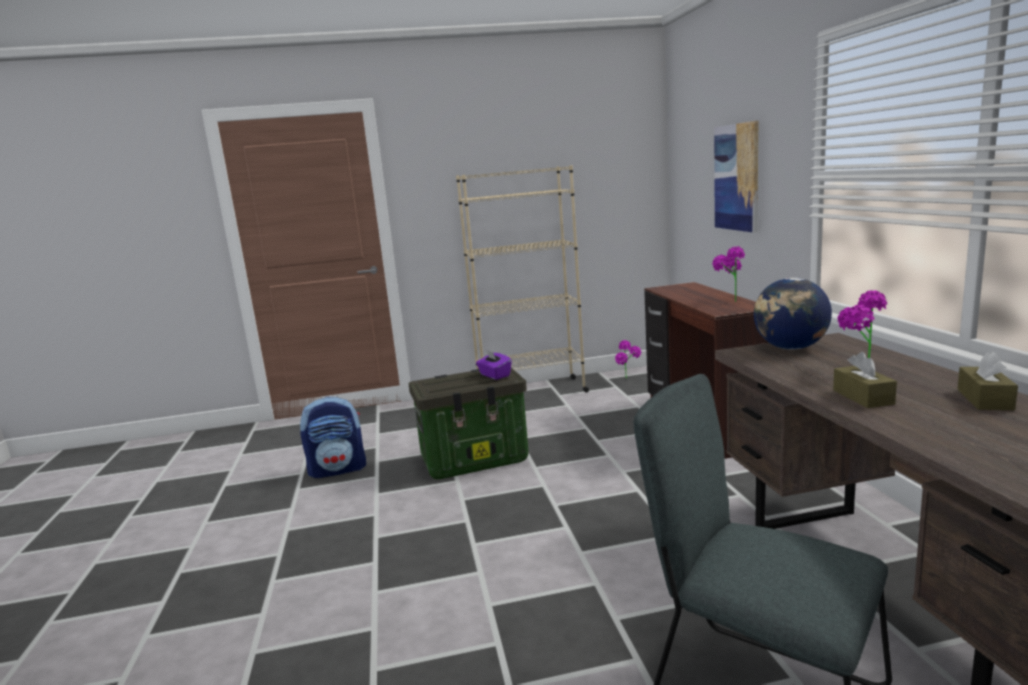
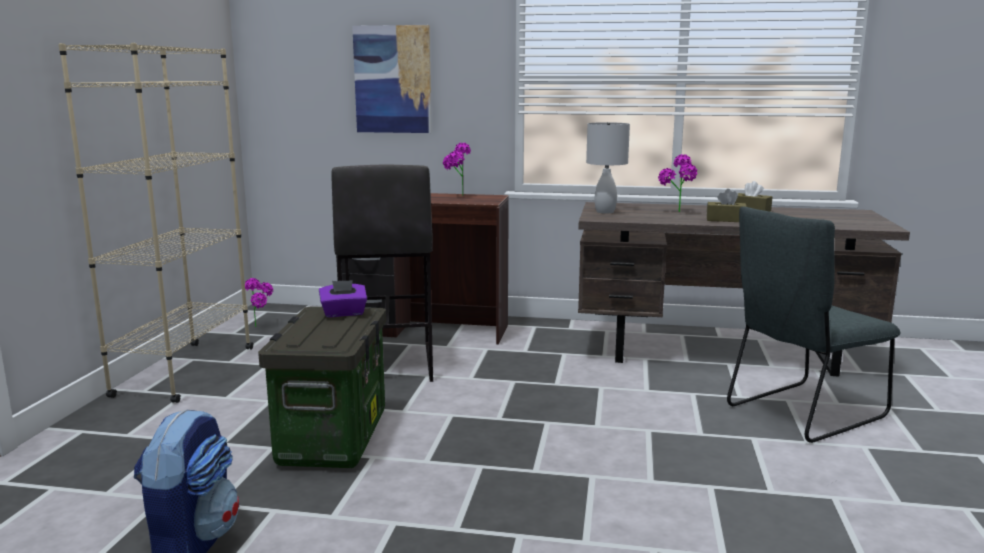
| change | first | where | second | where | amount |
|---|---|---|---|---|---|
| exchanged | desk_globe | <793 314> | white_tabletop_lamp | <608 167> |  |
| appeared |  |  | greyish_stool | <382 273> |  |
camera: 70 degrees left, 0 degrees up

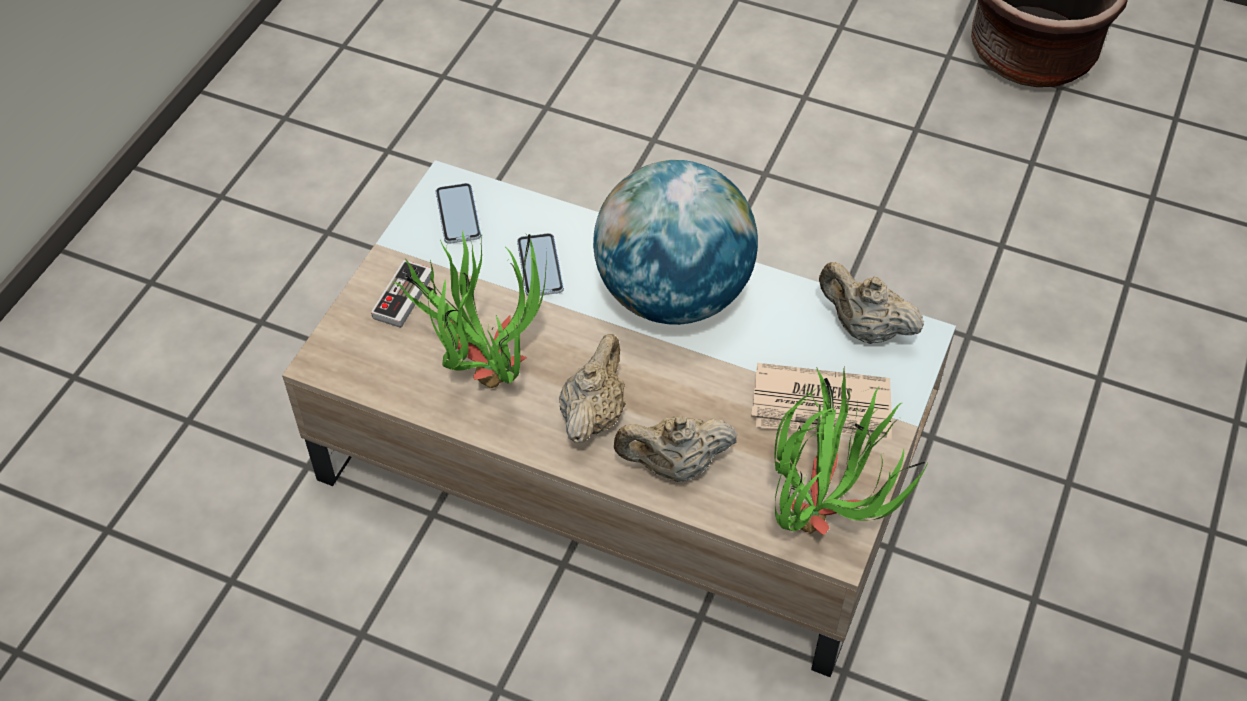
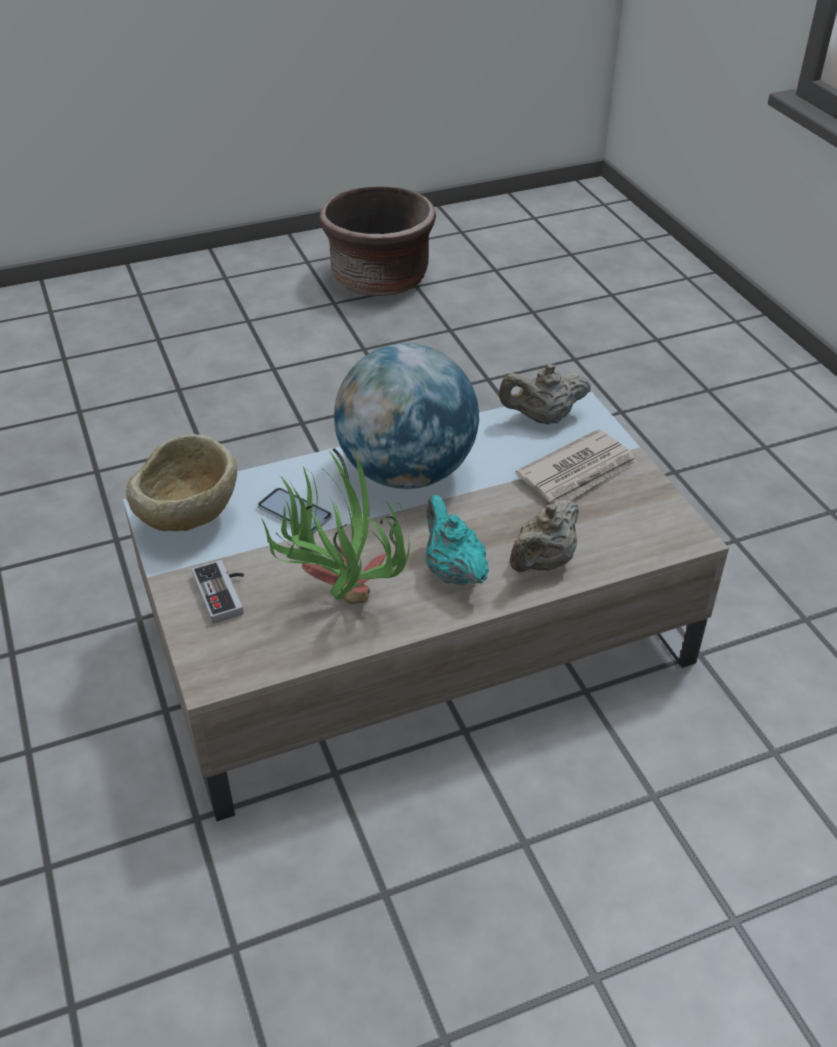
| change | first | where | second | where | amount |
|---|---|---|---|---|---|
| exchanged | telephone | <458 213> | sand-coloured_serving_bowl | <181 482> |  |
| colour | sand-coloured_pot_for_tea | <592 388> | turquoise-coloured_pot_for_tea | <457 540> |  |
| missing | houseplant | <851 450> |  |  |  |
camera: 45 degrees left, 10 degrees down

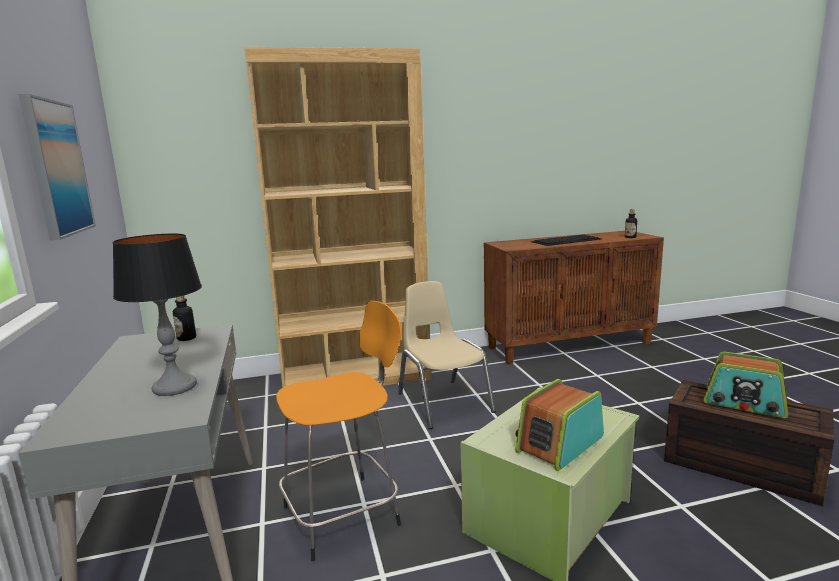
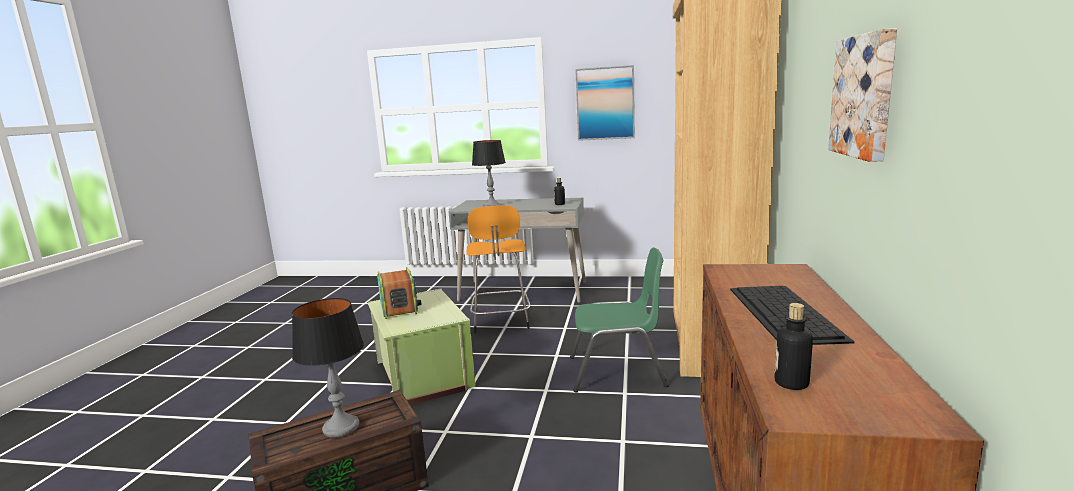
| change | first | where | second | where | amount |
|---|---|---|---|---|---|
| colour | sand-coloured_upright_chair | <447 355> | green_upright_chair | <619 320> |  |
| exchanged | radio_receiver | <745 385> | tabletop_lamp | <328 368> |  |
| appeared |  |  | wall_art | <862 95> |  |
camera: 115 degrees right, 0 degrees up

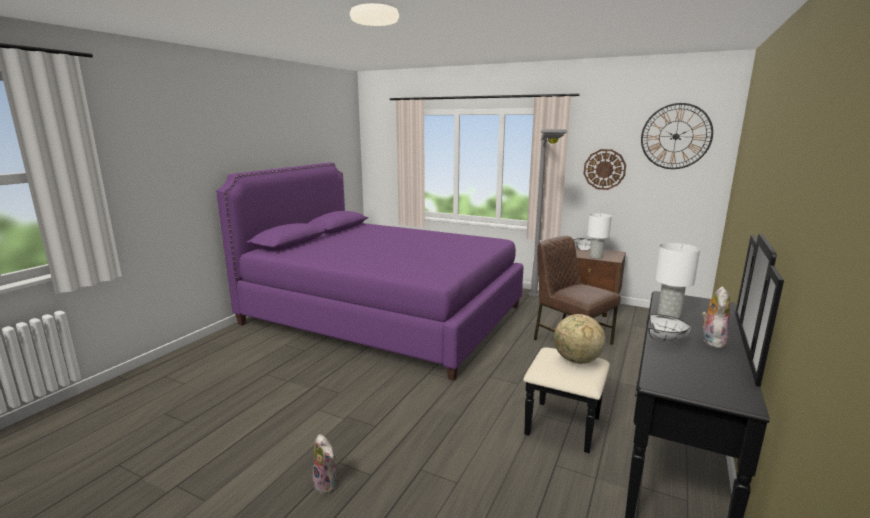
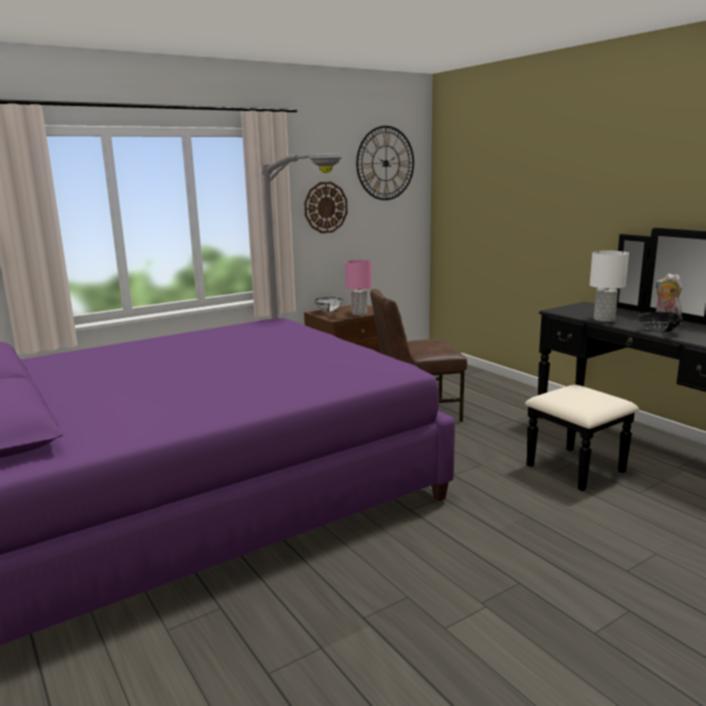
| change | first | where | second | where | amount |
|---|---|---|---|---|---|
| missing | soft_toy | <325 464> |  |  |  |
| missing | desk_globe | <580 339> |  |  |  |
| colour | white_tabletop_lamp | <599 236> | pink-coloured_tabletop_lamp | <358 287> |  |
| colour | white_serving_bowl | <669 328> | blackish_serving_bowl | <661 322> |  |
camera: 60 degrees left, 0 degrees up

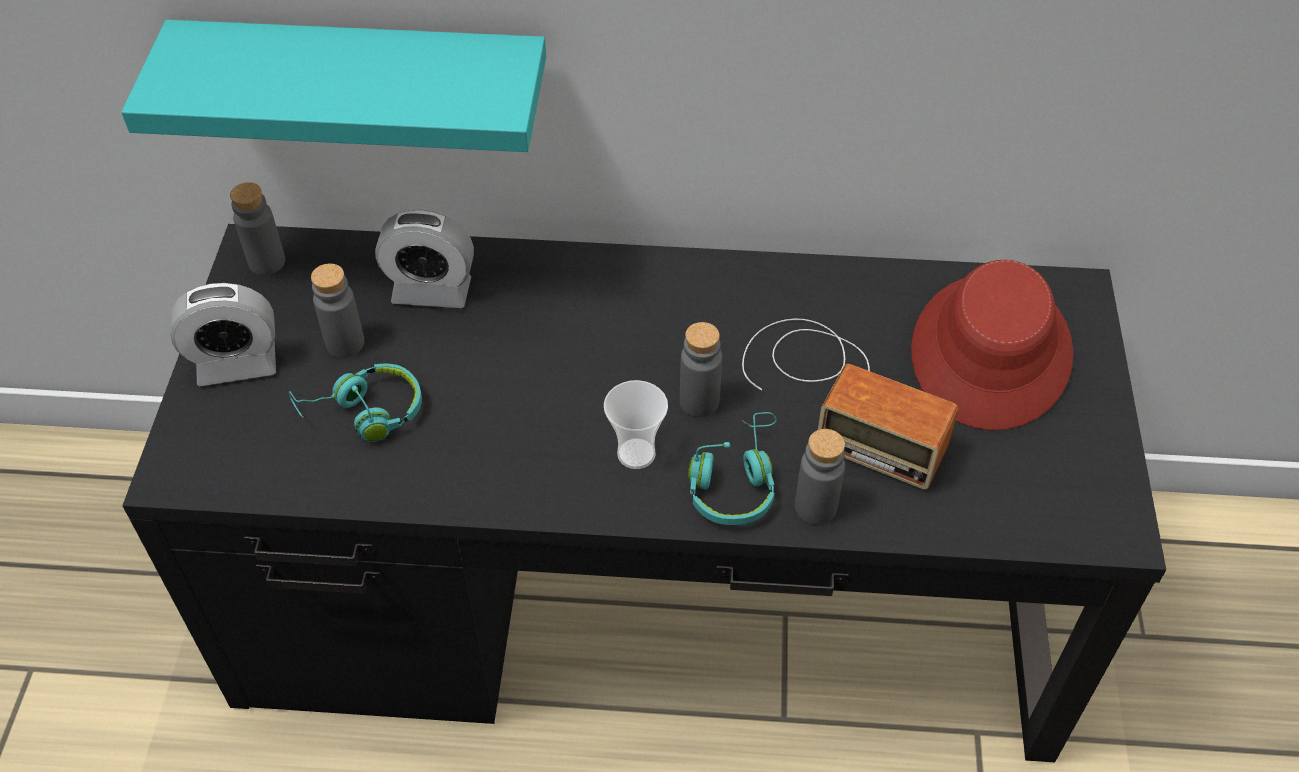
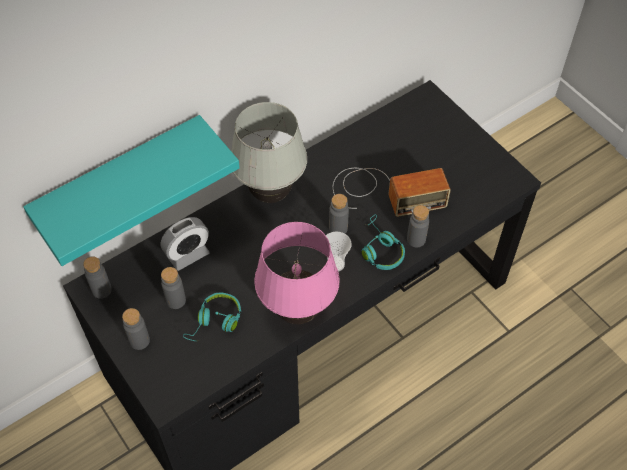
| change | first | where | second | where | amount |
|---|---|---|---|---|---|
| exchanged | alarm_clock | <223 334> | greyish_drink_bottle | <136 329> |  |
| missing | red-coloured_wearable_hat | <992 345> |  |  |  |
| appeared |  |  | white_tabletop_lamp | <269 152> |  |
| appeared |  |  | pink-coloured_tabletop_lamp | <297 273> |  |
camera: 40 degrees left, 5 degrees up

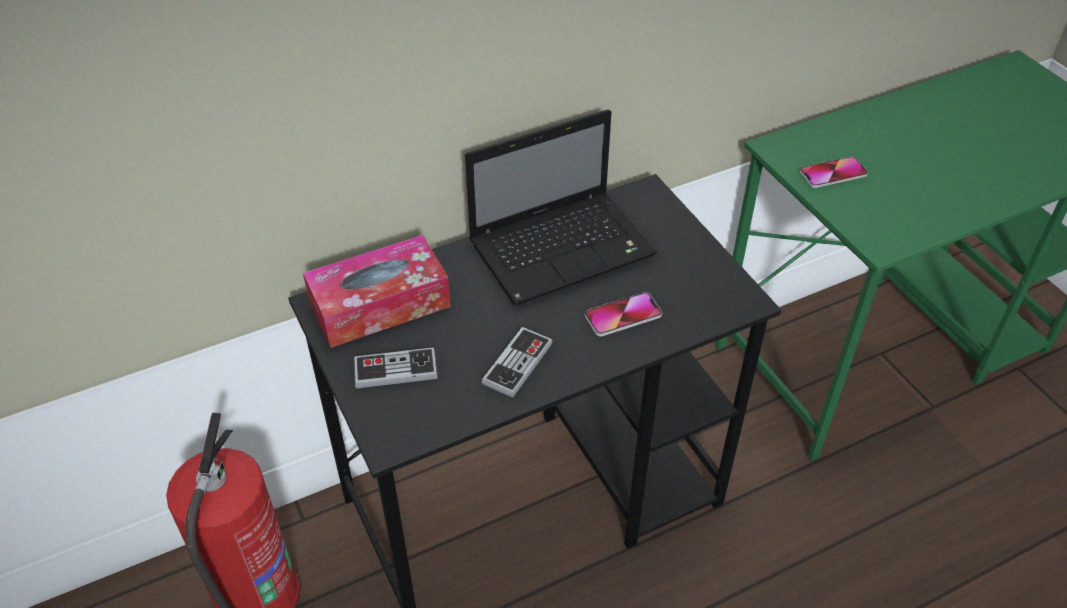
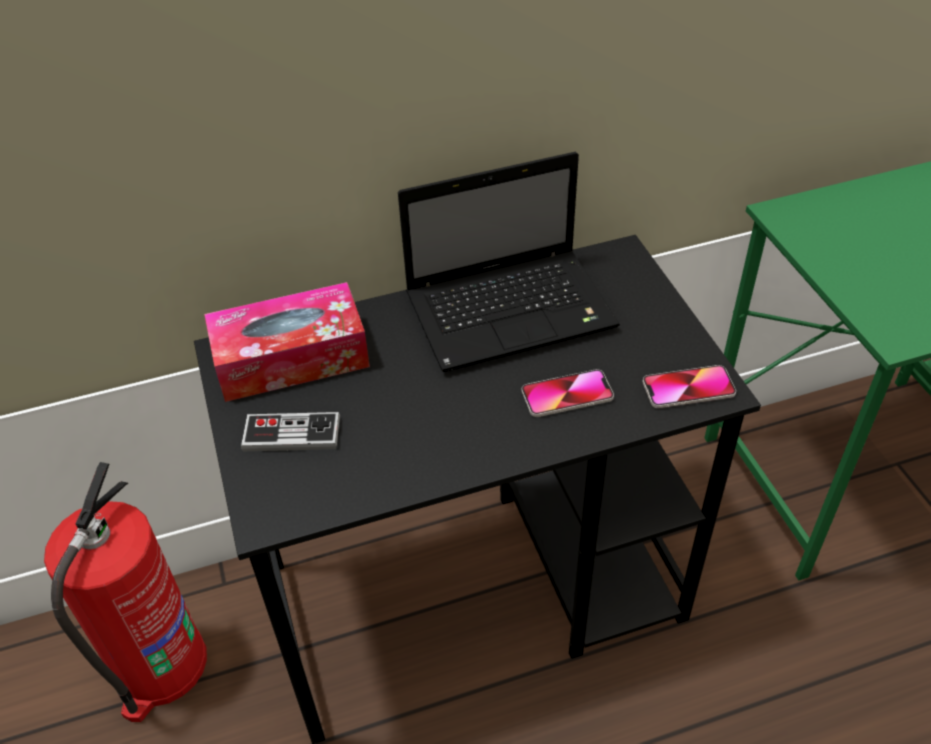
| change | first | where | second | where | amount |
|---|---|---|---|---|---|
| missing | gamepad | <517 362> |  |  |  |
| relocated | telephone | <833 172> |  | <689 386> |  |
camera: 10 degrees right, 0 degrees up

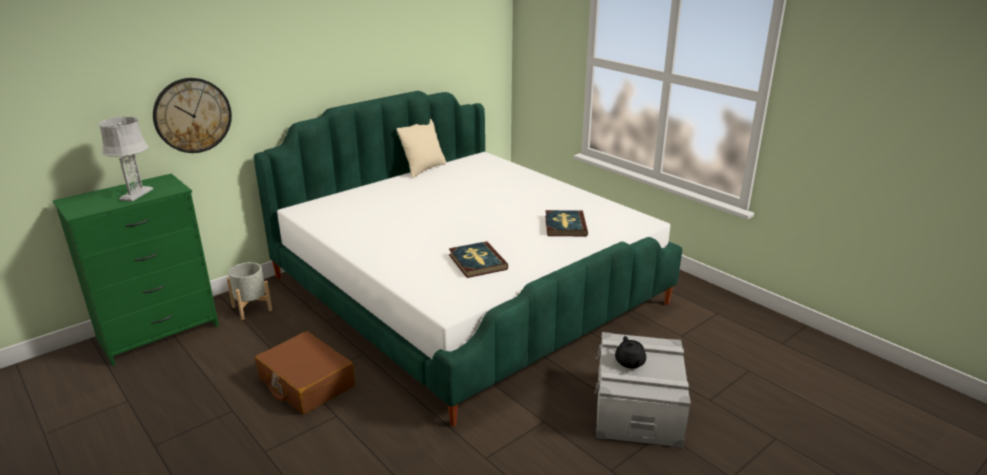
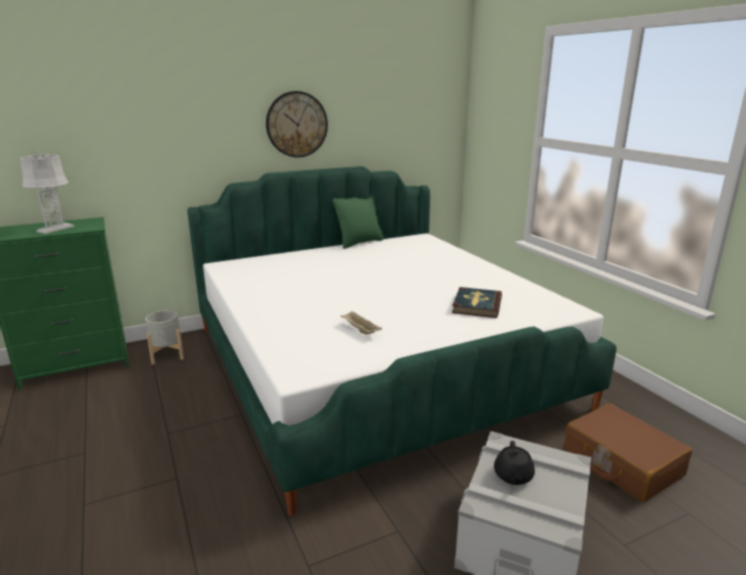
| change | first | where | second | where | amount |
|---|---|---|---|---|---|
| relocated | clock_on_the_wall | <192 115> |  | <297 124> |  |
| relocated | brown-coloured_piece_of_luggage | <305 373> |  | <628 452> |  |
| colour | sand-coloured_pillow | <421 148> | green_pillow | <358 221> |  |
| exchanged | volume | <478 259> | sand-coloured_serving_tray | <361 322> |  |
camera: 15 degrees right, 5 degrees down

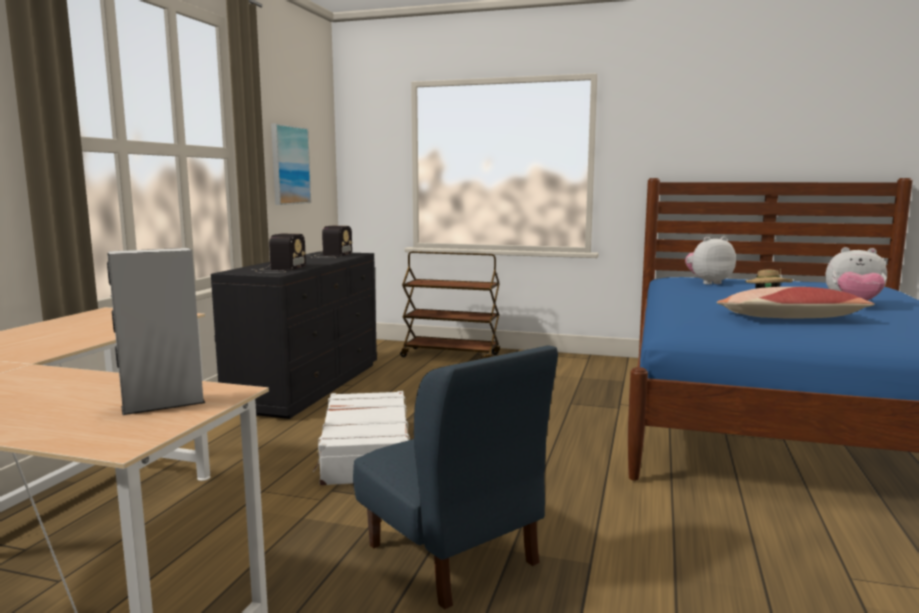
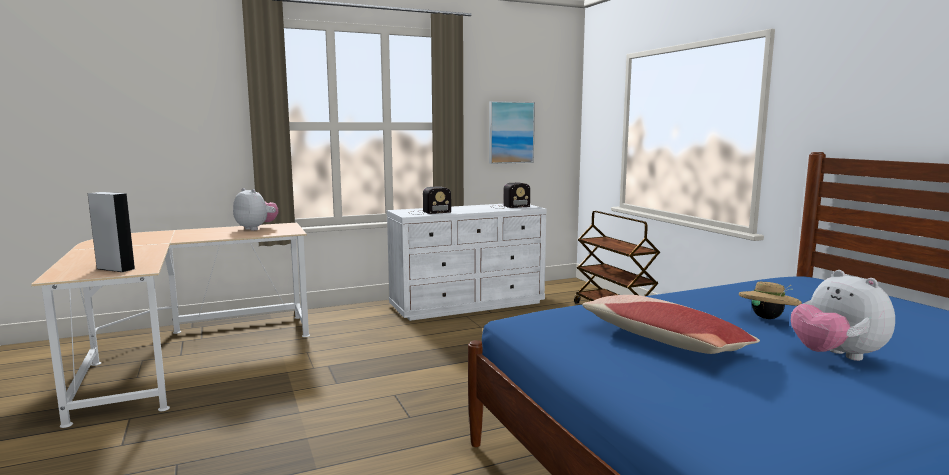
| change | first | where | second | where | amount |
|---|---|---|---|---|---|
| colour | blackish_chest_of_drawers | <294 335> | white_chest_of_drawers | <467 262> |  |
| missing | white_piece_of_luggage | <361 438> |  |  |  |
| missing | blue_upright_chair | <455 477> |  |  |  |
| relocated | soft_toy | <710 261> |  | <256 209> |  |
camera: 50 degrees right, 0 degrees up

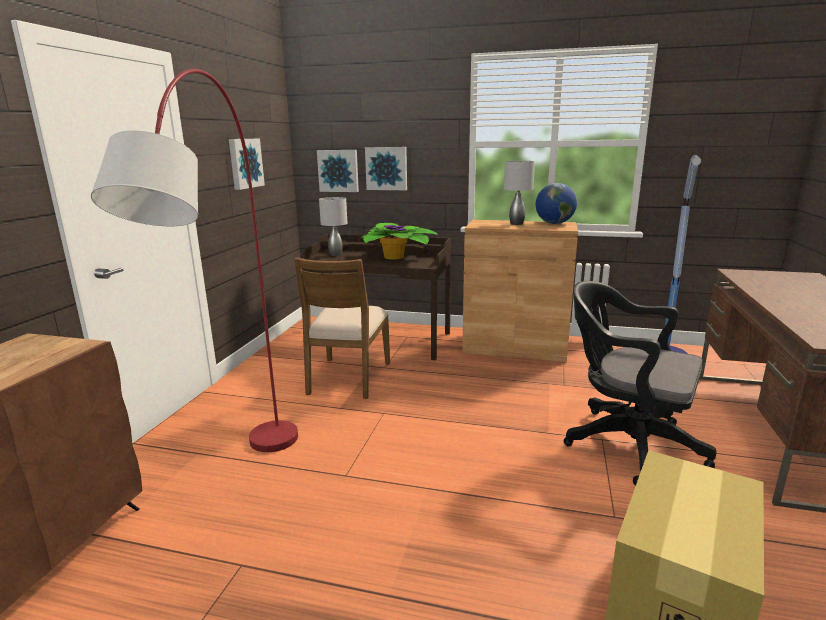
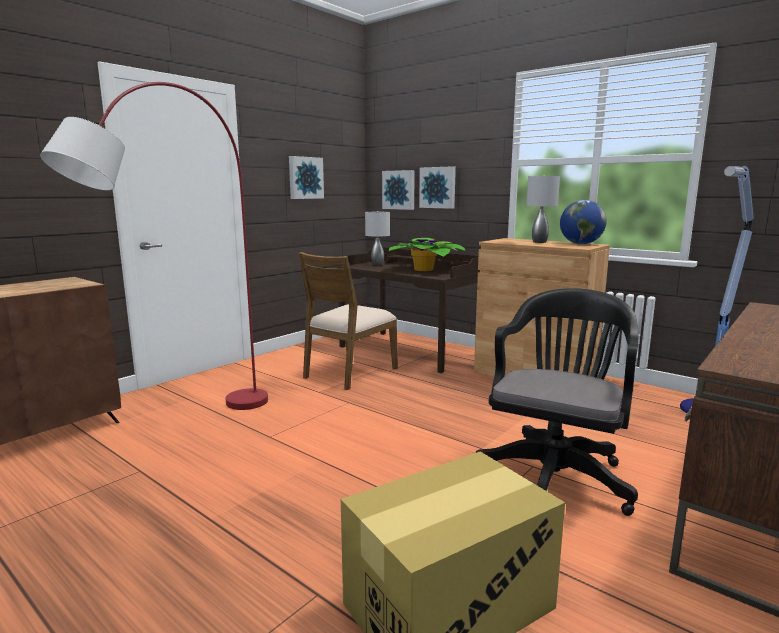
| change | first | where | second | where | amount |
|---|---|---|---|---|---|
| spun | blackish_computer_chair | <640 383> |  | <556 402> | 60 degrees clockwise |
camera: 25 degrees right, 5 degrees down

